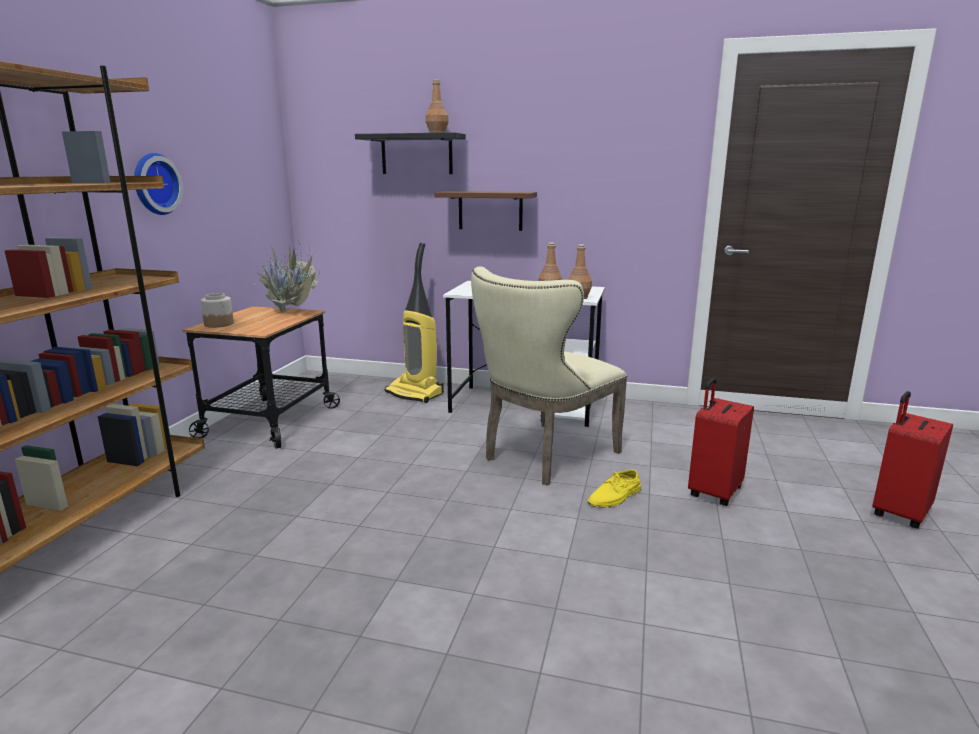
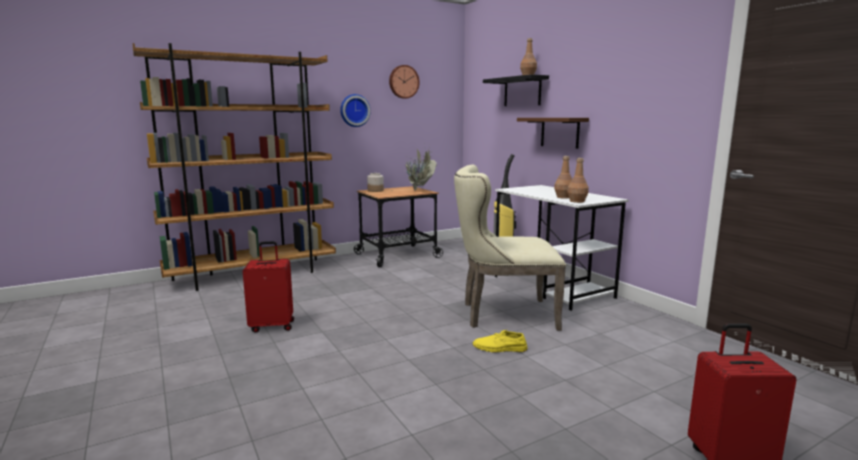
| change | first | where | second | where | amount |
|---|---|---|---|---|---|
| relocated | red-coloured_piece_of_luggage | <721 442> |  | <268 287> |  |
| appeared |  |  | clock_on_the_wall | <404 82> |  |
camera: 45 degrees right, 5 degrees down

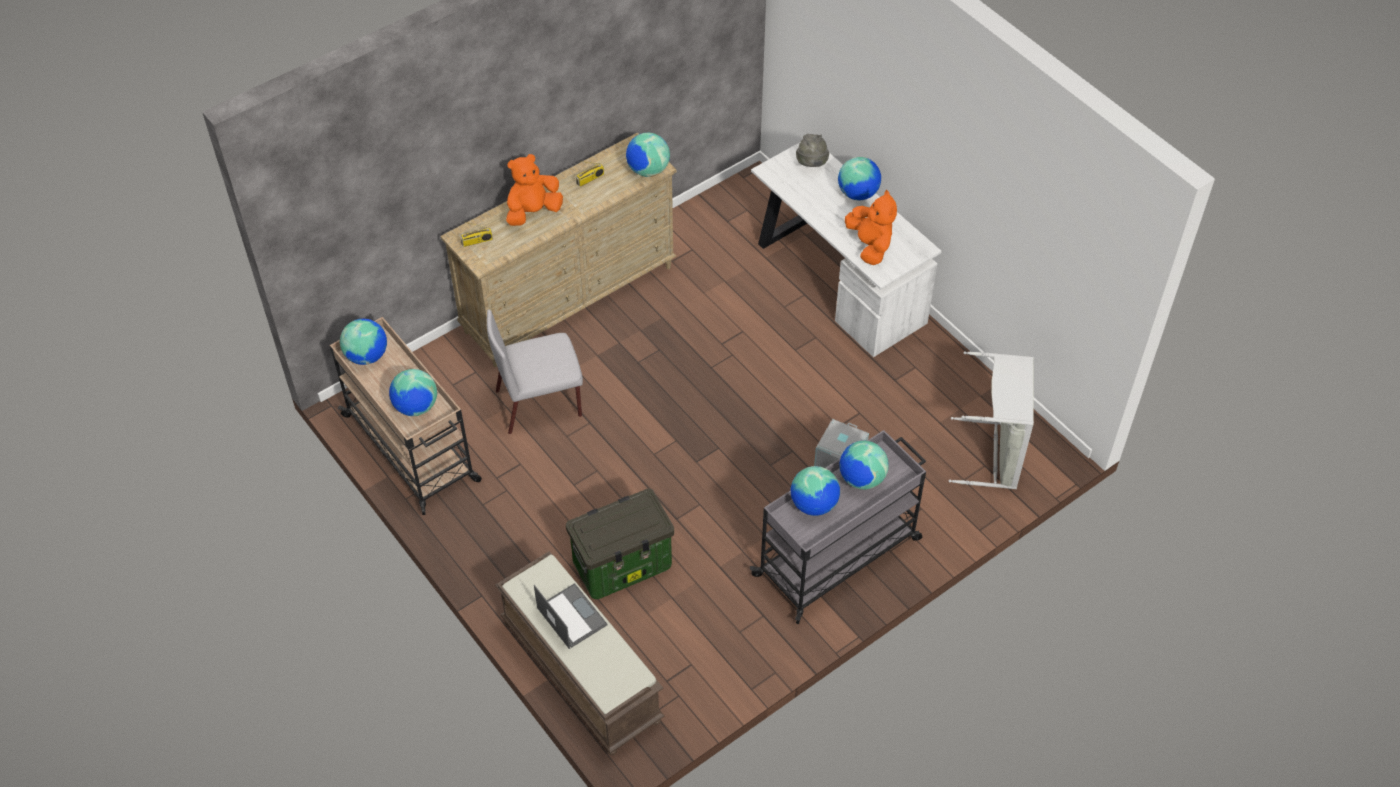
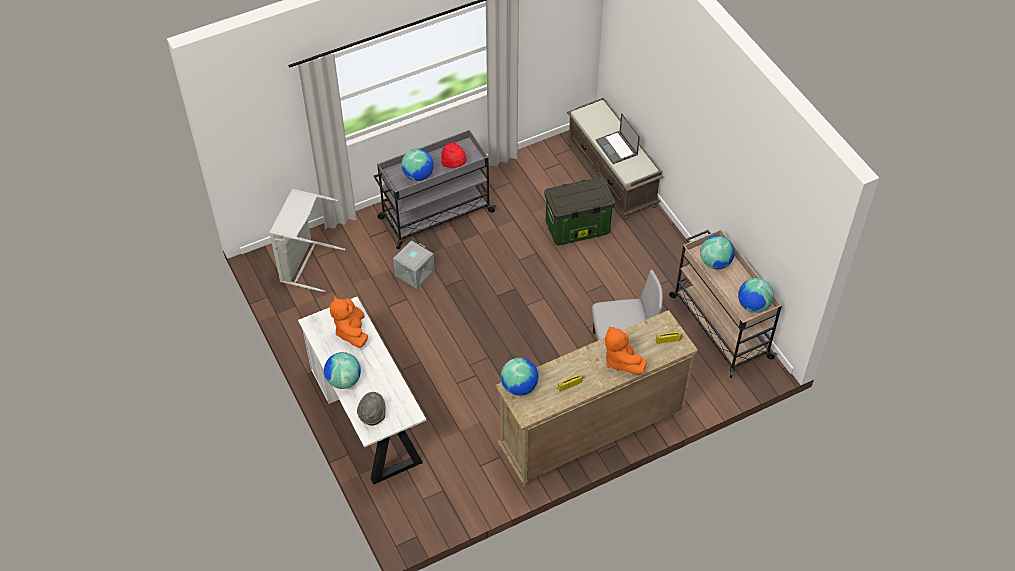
| change | first | where | second | where | amount |
|---|---|---|---|---|---|
| spun | orange-coloured_soft_toy | <534 190> |  | <626 350> | 90 degrees clockwise |
| exchanged | desk_globe | <815 491> | red-coloured_wearable_hat | <454 154> |  |
camera: 170 degrees left, 0 degrees up

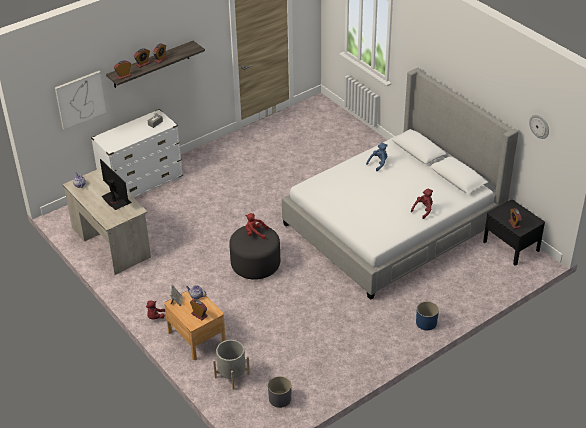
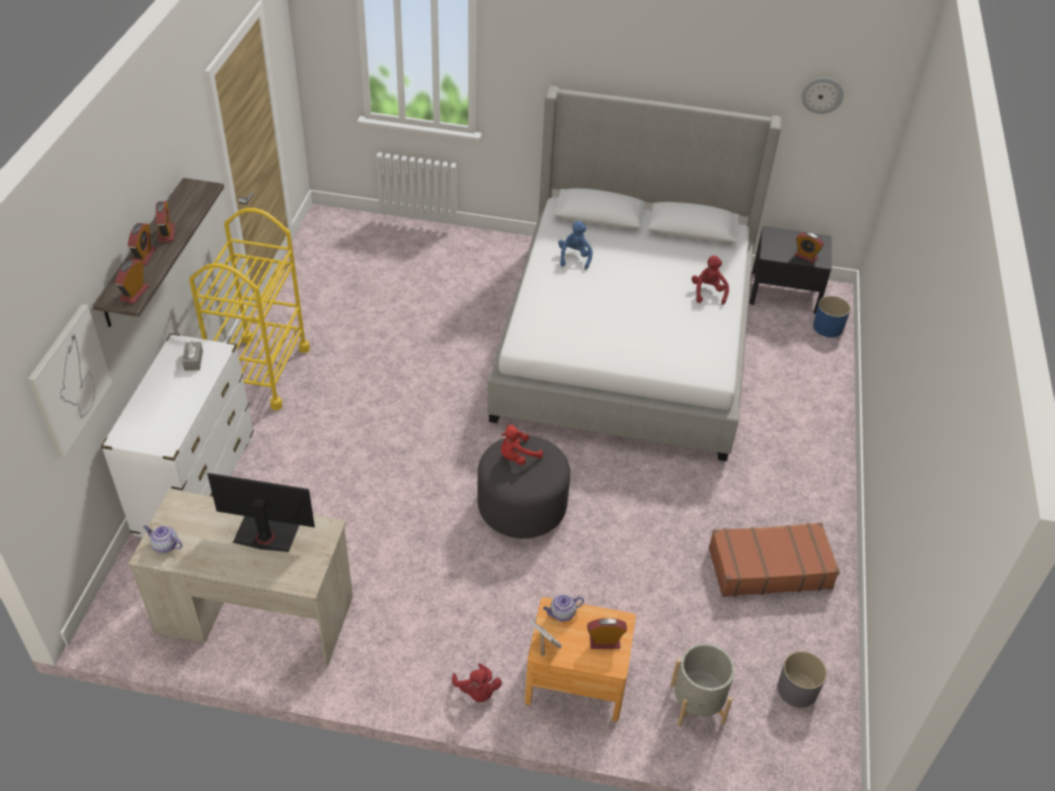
| change | first | where | second | where | amount |
|---|---|---|---|---|---|
| relocated | blue_planter | <427 315> |  | <832 317> |  |
| appeared |  |  | yellow_wheeled_cart | <249 309> |  |
| appeared |  |  | brown-coloured_piece_of_luggage | <774 560> |  |
camera: 45 degrees left, 5 degrees up

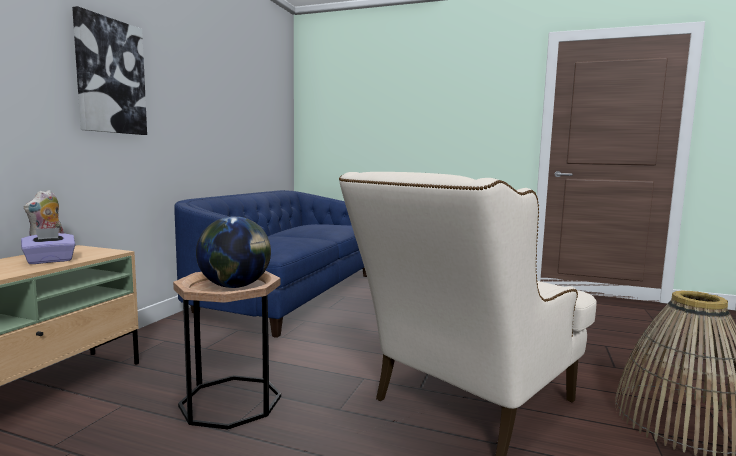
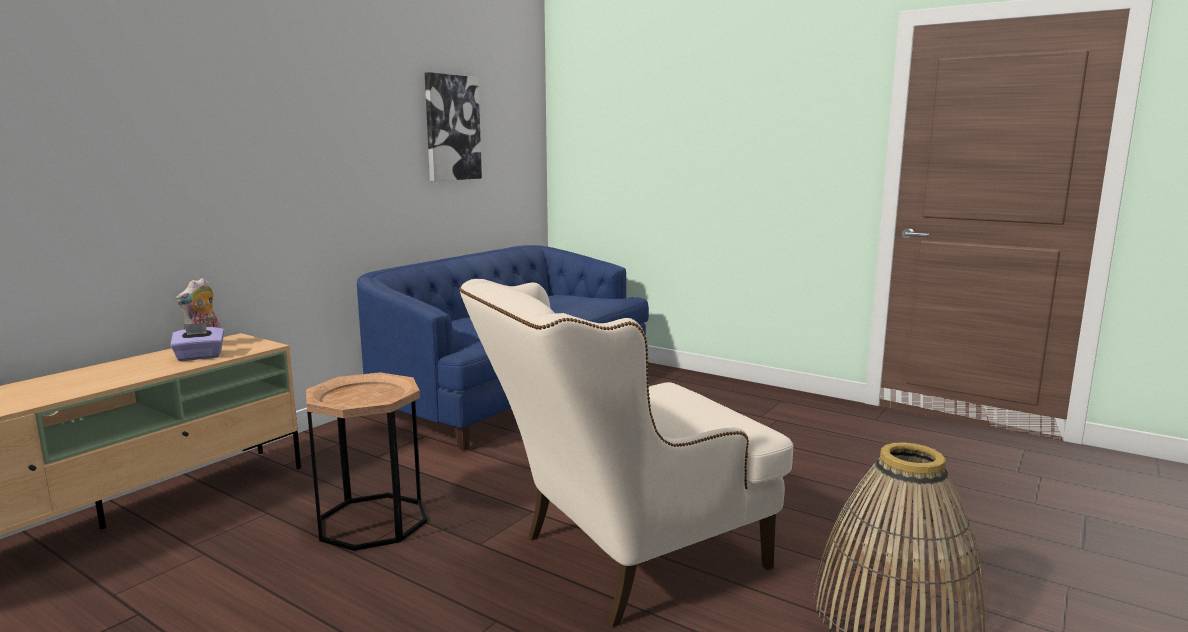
| change | first | where | second | where | amount |
|---|---|---|---|---|---|
| relocated | wall_art | <109 70> |  | <453 126> |  |
| missing | desk_globe | <233 252> |  |  |  |
camera: 15 degrees right, 5 degrees up

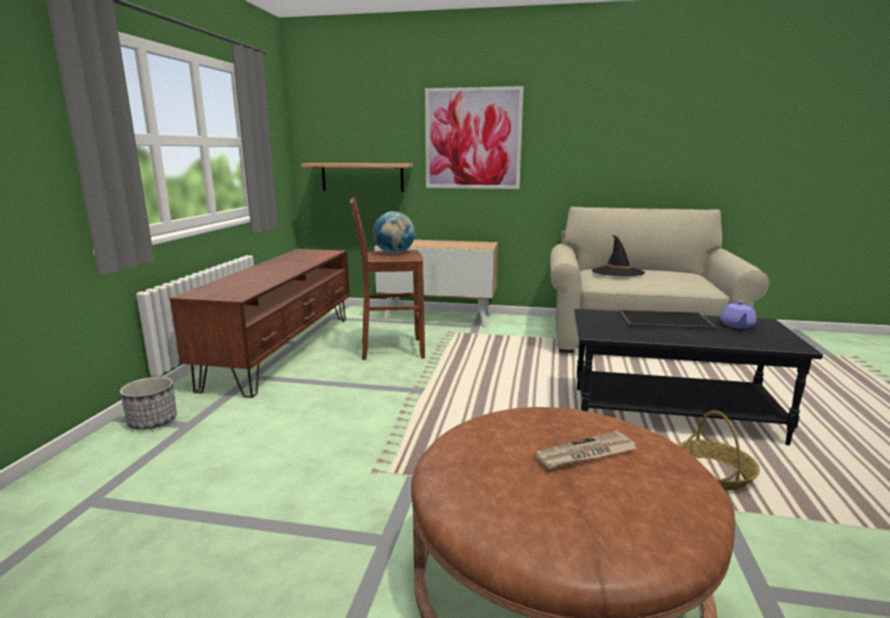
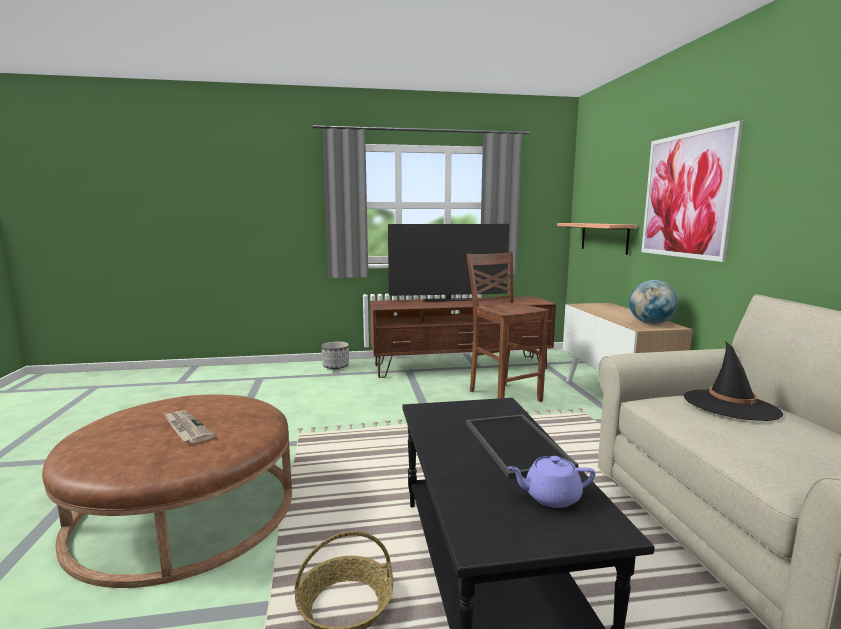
| change | first | where | second | where | amount |
|---|---|---|---|---|---|
| relocated | desk_globe | <394 232> |  | <653 302> |  |
| appeared |  |  | TV | <448 262> |  |
camera: 70 degrees right, 5 degrees down

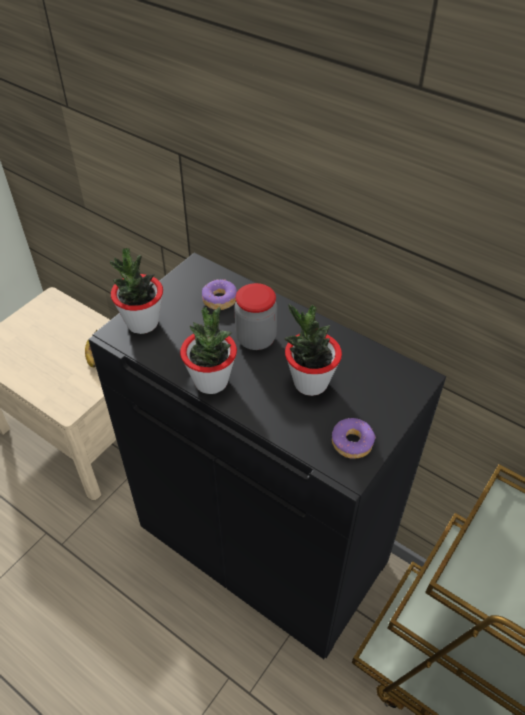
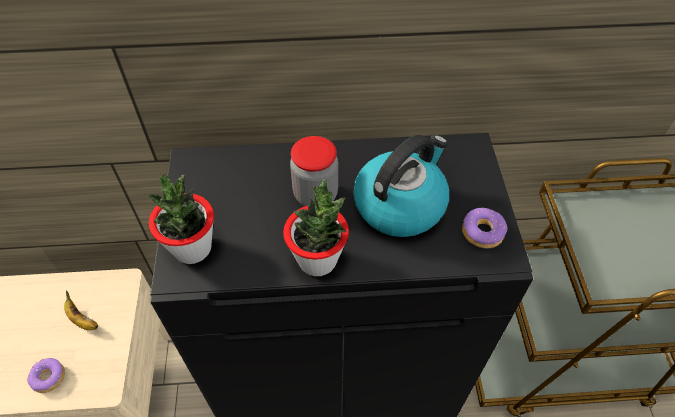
| change | first | where | second | where | amount |
|---|---|---|---|---|---|
| relocated | doughnut | <219 294> |  | <46 375> |  |
| exchanged | houseplant | <313 349> | tea_kettle | <401 186> |  |
camera: 40 degrees left, 5 degrees up

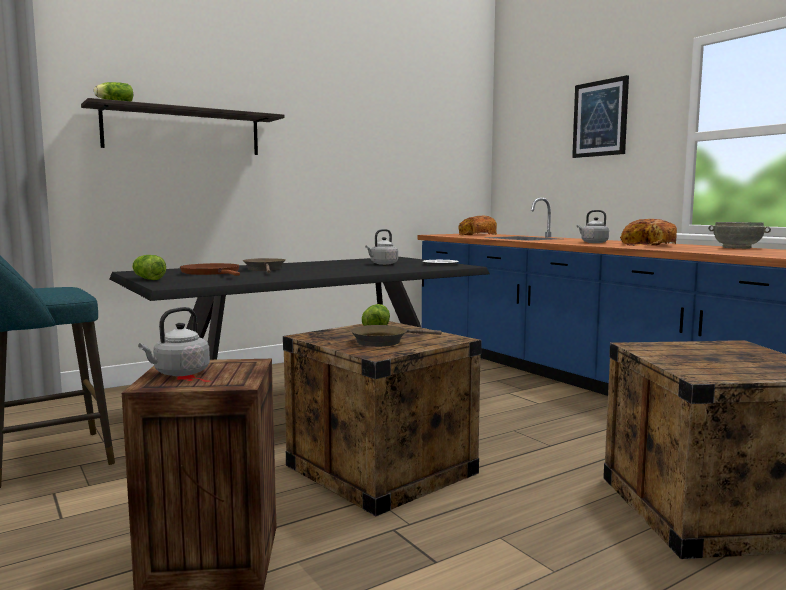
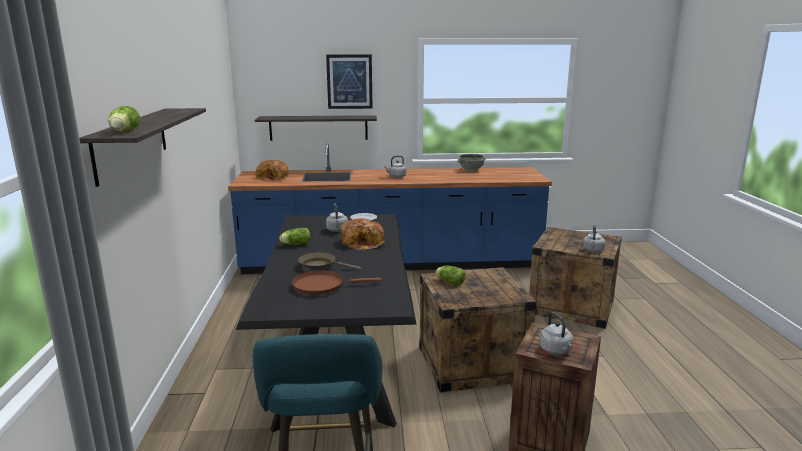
| change | first | where | second | where | amount |
|---|---|---|---|---|---|
| relocated | lettuce | <149 267> |  | <294 236> |  |
| missing | brown-coloured_frying_pan | <396 336> |  |  |  |
| relocated | bakery_bread | <648 232> |  | <363 234> |  |
| appeared |  |  | shelf | <316 128> |  |
| appeared |  |  | greyish_tea_kettle | <594 238> |  |
camera: 60 degrees left, 10 degrees up

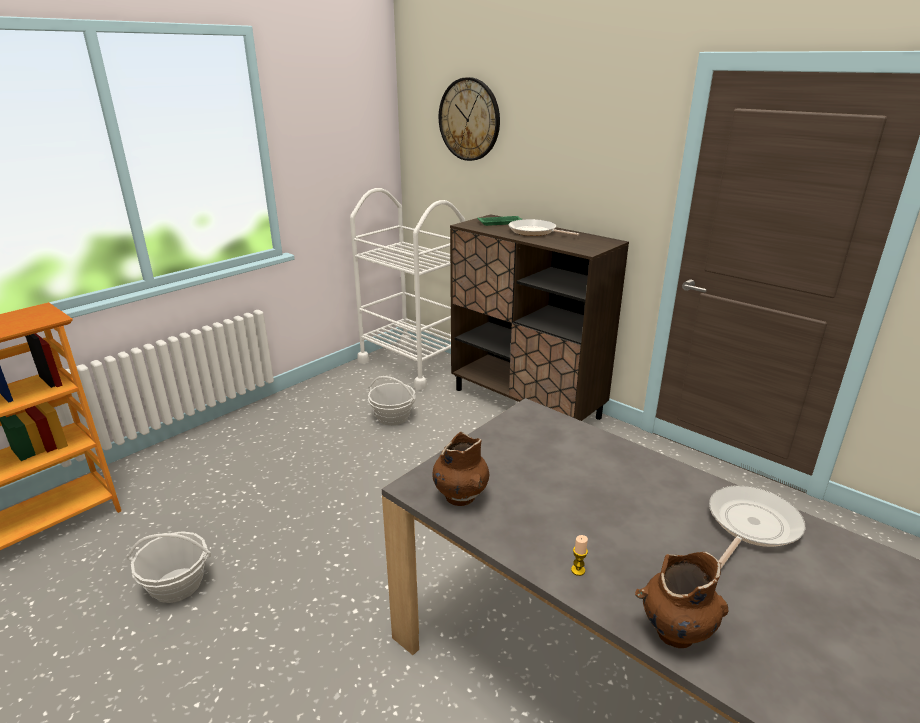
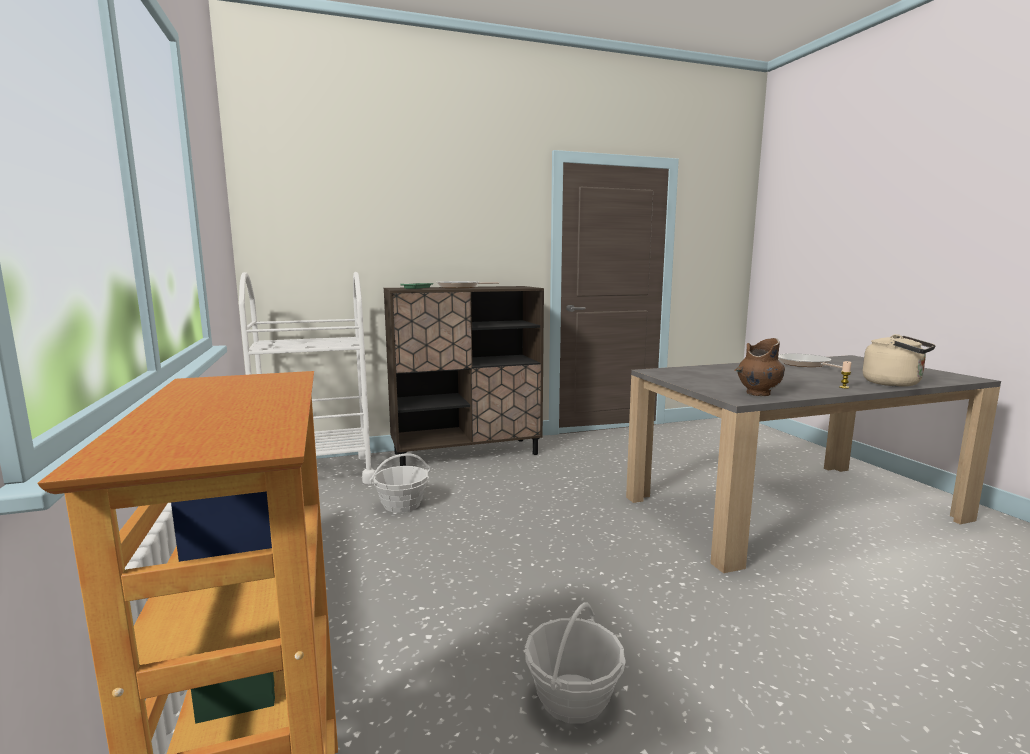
| change | first | where | second | where | amount |
|---|---|---|---|---|---|
| missing | clock_on_the_wall | <469 119> |  |  |  |
| exchanged | brown-coloured_flower_vase | <682 600> | sand-coloured_tea_kettle | <899 360> |  |
camera: 60 degrees left, 15 degrees down

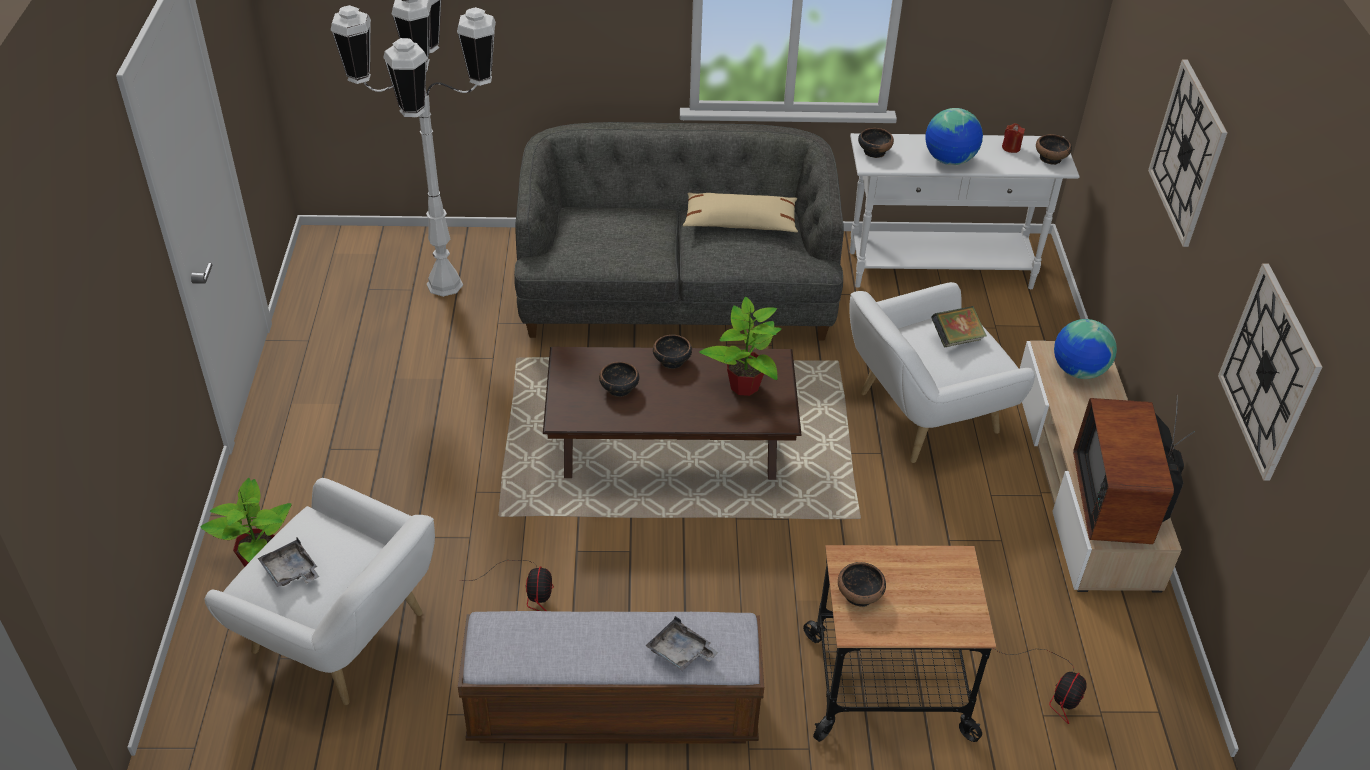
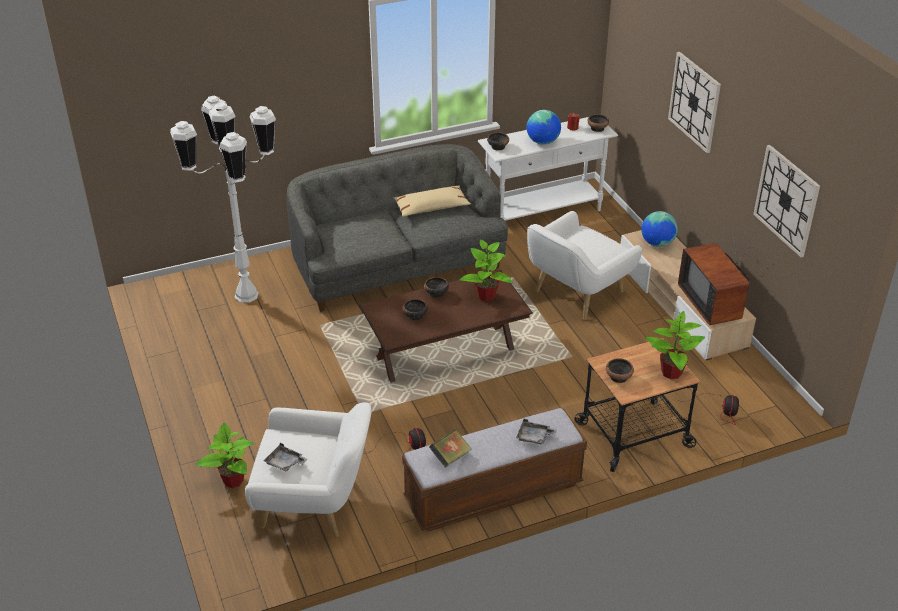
| change | first | where | second | where | amount |
|---|---|---|---|---|---|
| relocated | volume | <959 327> |  | <450 448> |  |
| appeared |  |  | houseplant | <675 345> |  |
camera: 20 degrees left, 5 degrees down

